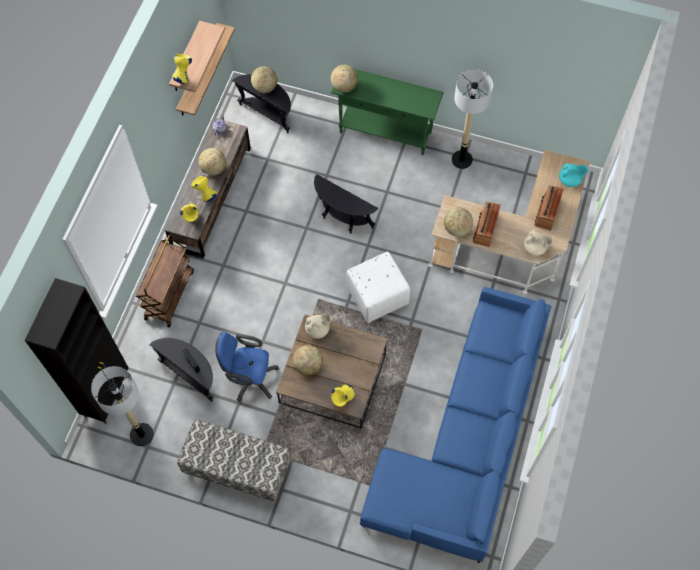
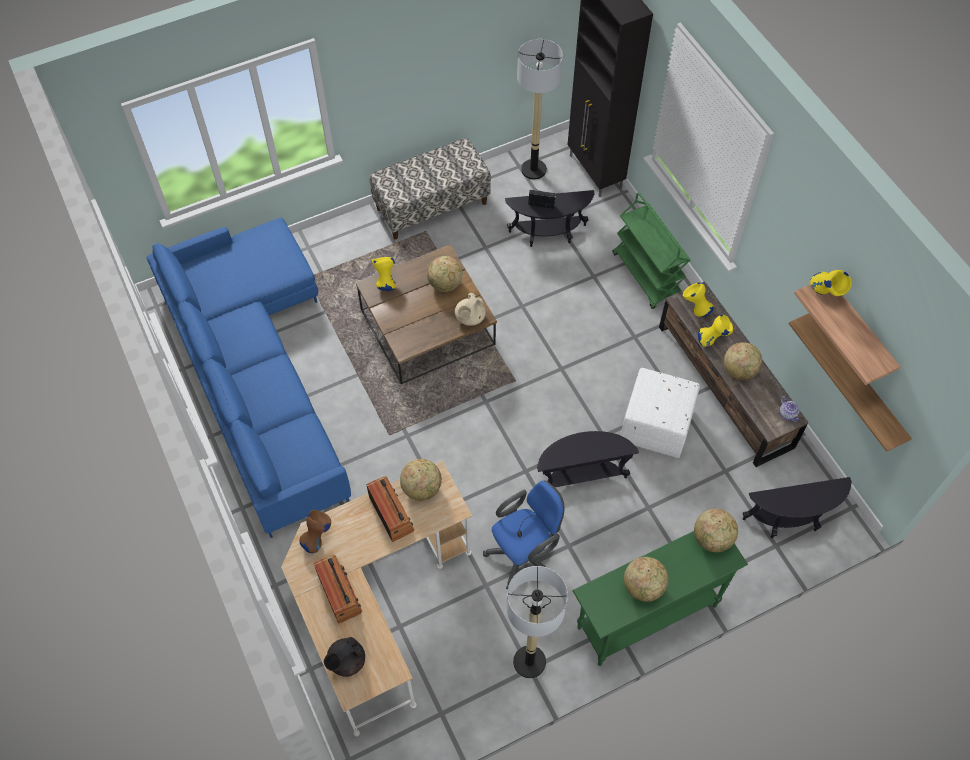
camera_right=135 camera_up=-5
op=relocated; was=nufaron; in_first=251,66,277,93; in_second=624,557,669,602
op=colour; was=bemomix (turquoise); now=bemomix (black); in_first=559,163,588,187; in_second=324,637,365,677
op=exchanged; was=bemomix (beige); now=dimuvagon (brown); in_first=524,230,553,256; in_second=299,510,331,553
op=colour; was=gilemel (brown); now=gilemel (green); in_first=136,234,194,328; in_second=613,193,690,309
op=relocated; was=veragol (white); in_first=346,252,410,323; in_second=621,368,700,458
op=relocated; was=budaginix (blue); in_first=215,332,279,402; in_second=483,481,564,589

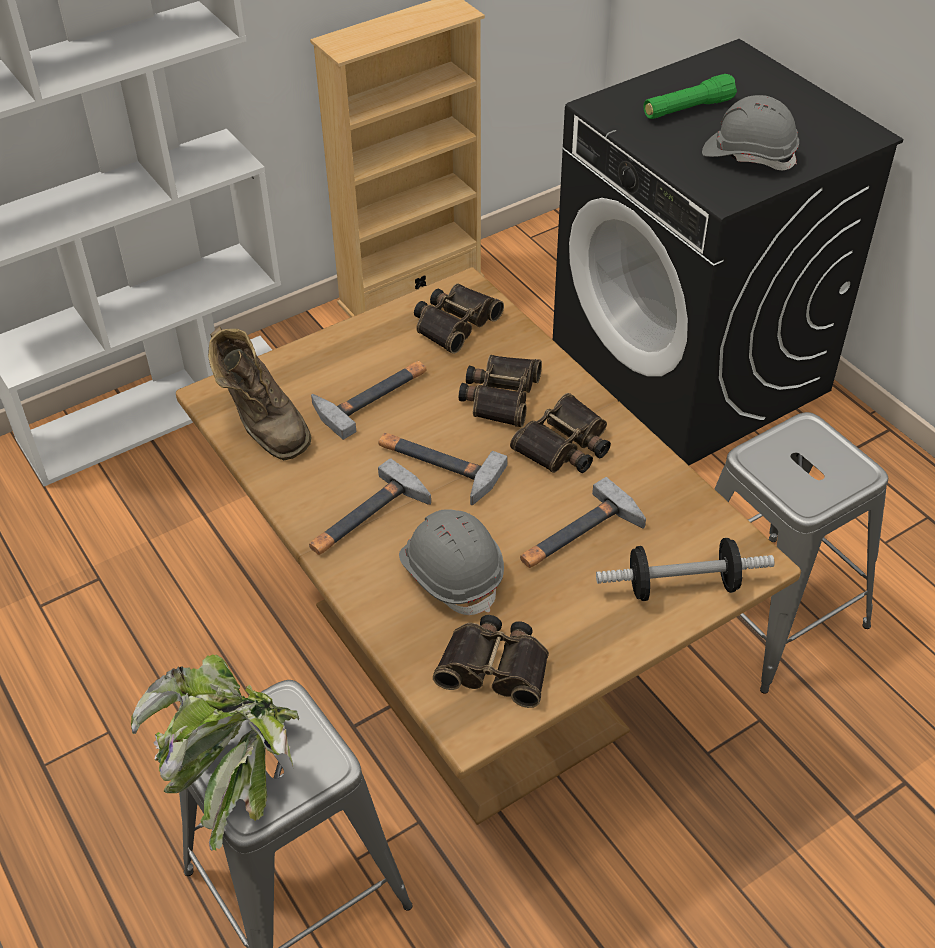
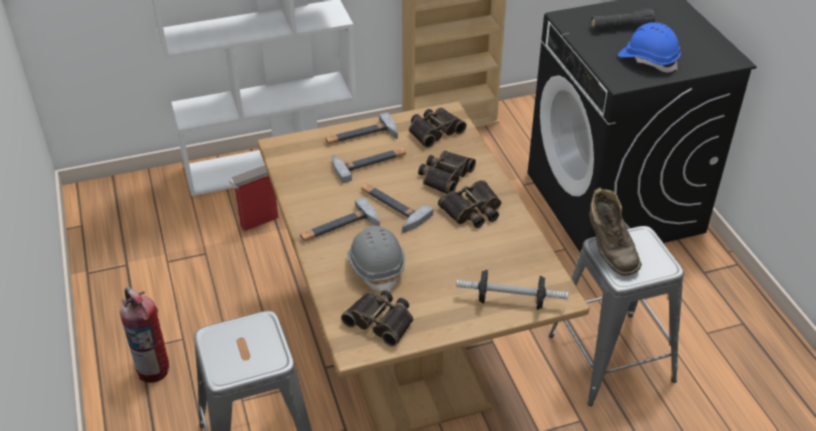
camera_right=15 camera_up=-5
op=colour; was=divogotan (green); now=divogotan (black); in_first=644,74,737,119; in_second=591,9,655,30
op=colour; was=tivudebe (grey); now=tivudebe (blue); in_first=702,95,799,170; in_second=618,22,681,72
op=relocated; was=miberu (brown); in_first=208,327,312,461; in_second=589,187,641,276
op=relocated; was=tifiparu; in_first=520,477,646,568; in_second=325,112,398,144
op=missing; was=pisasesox; in_first=131,654,299,851
op=appeared; now=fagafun; in_second=229,165,278,231
op=appeared; now=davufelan; in_second=120,287,169,383

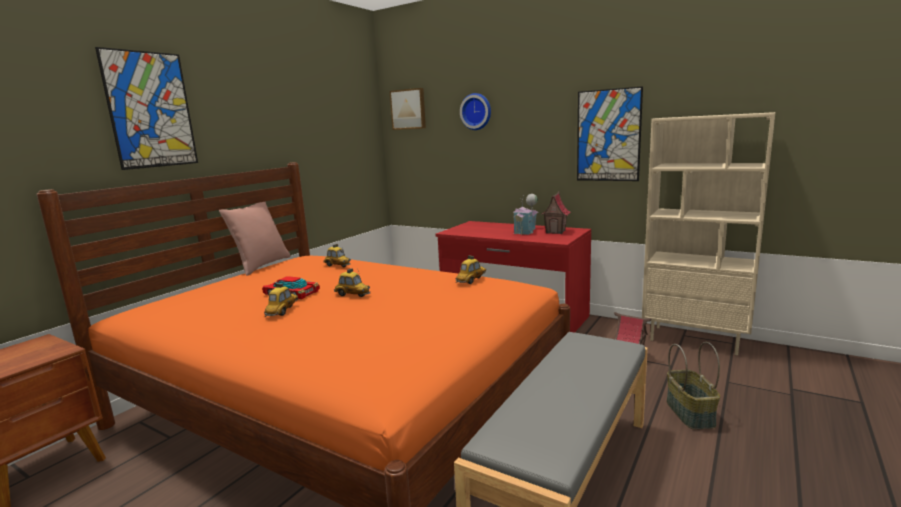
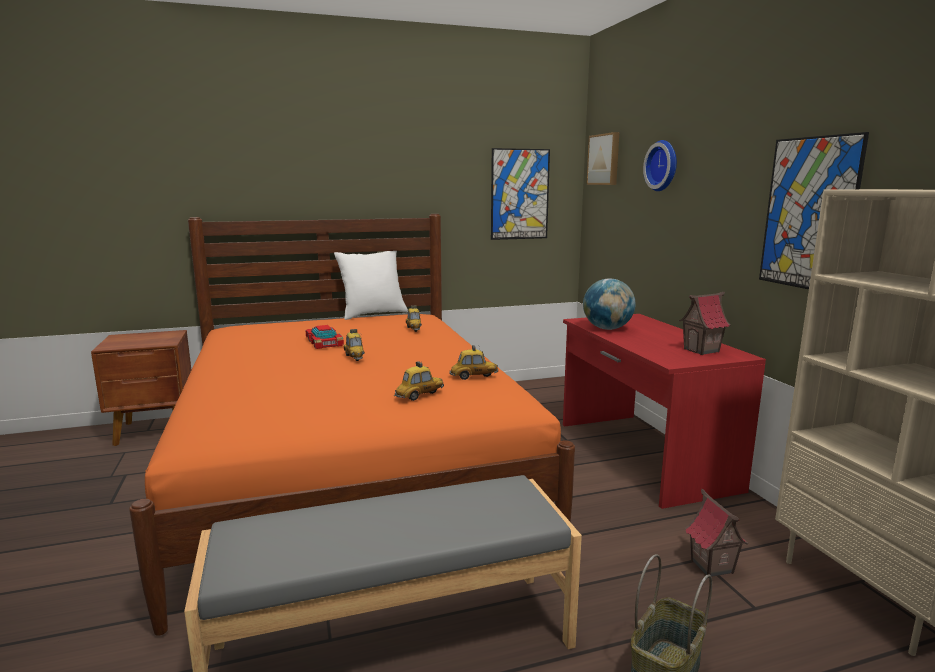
camera_right=40 camera_up=0
op=relocated; was=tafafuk; in_first=95,47,198,170; in_second=491,148,550,240
op=missing; was=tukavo; in_first=514,194,538,235
op=colour; was=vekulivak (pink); now=vekulivak (white); in_first=219,202,290,276; in_second=334,251,408,320
op=relocated; was=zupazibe; in_first=264,283,298,317; in_second=394,361,444,401
op=appeared; now=nufaron; in_second=583,278,635,330

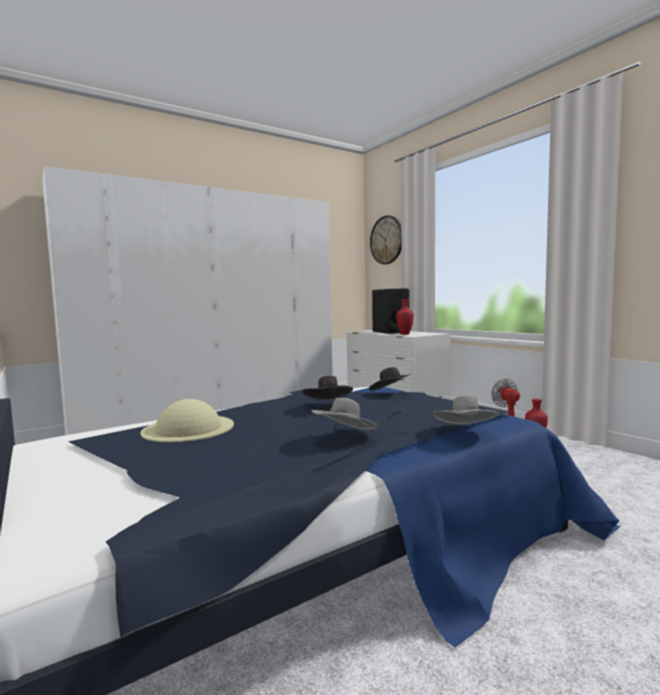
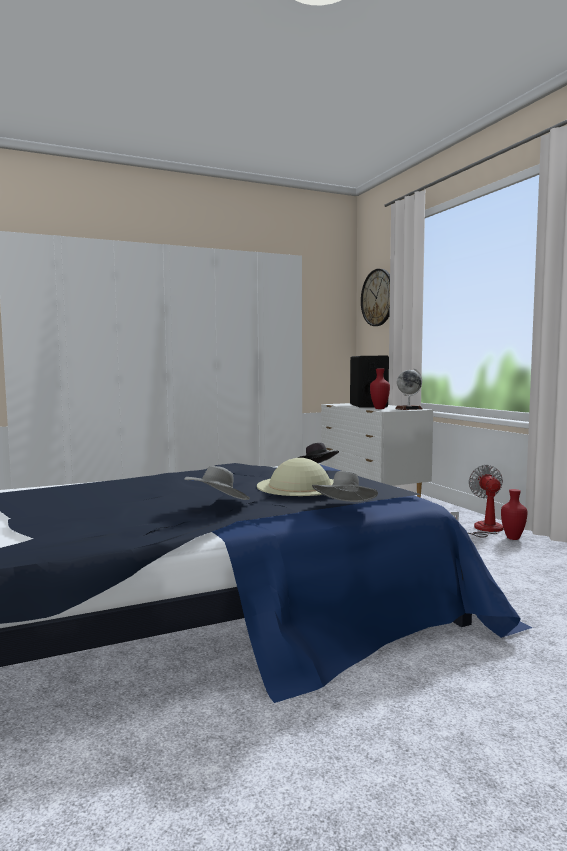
camera_right=10 camera_up=0
op=missing; was=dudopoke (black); in_first=302,376,353,400
op=relocated; was=dudopoke (beige); in_first=141,399,234,443; in_second=257,458,334,496
op=appeared; now=nufaron; in_second=395,368,422,410

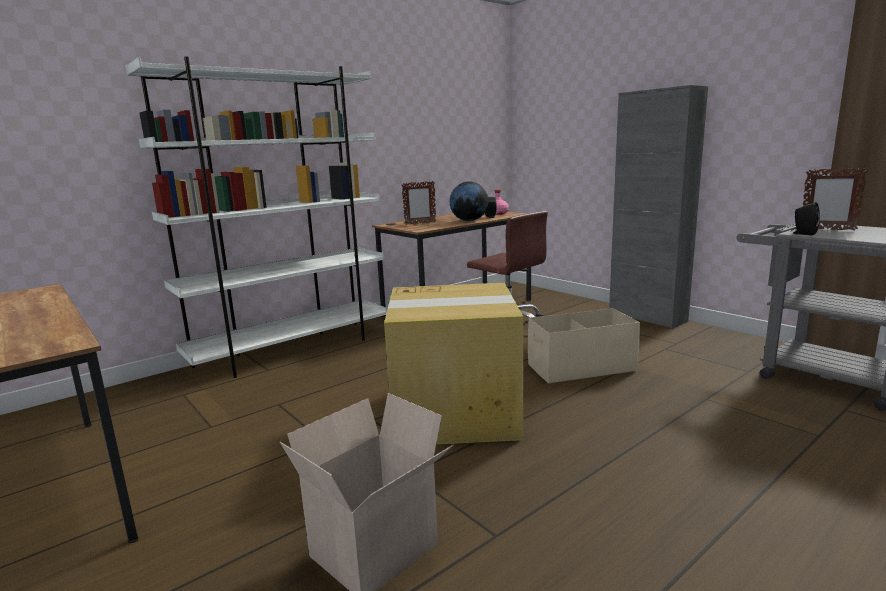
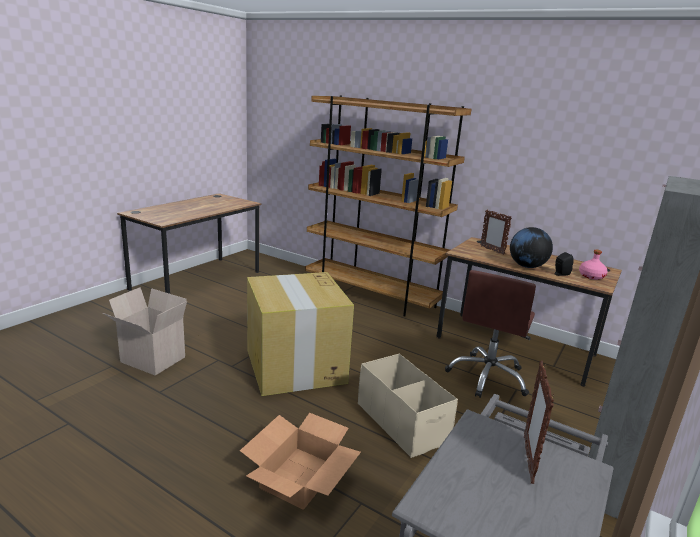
camera_right=70 camera_up=5
op=colour; was=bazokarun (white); now=bazokarun (brown); in_first=125,56,387,378; in_second=305,95,472,317
op=missing; was=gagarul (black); in_first=791,202,820,235
op=appeared; now=fagafun; in_second=240,413,361,510

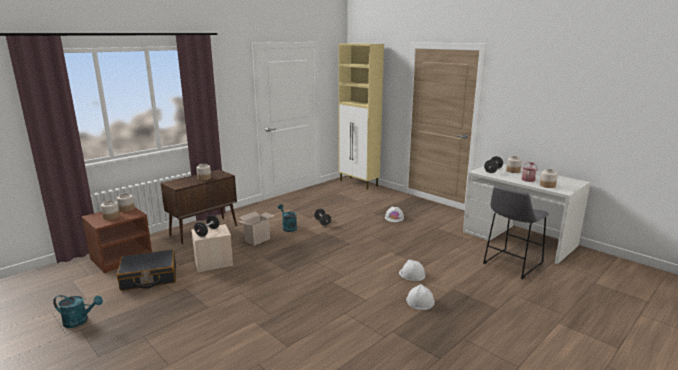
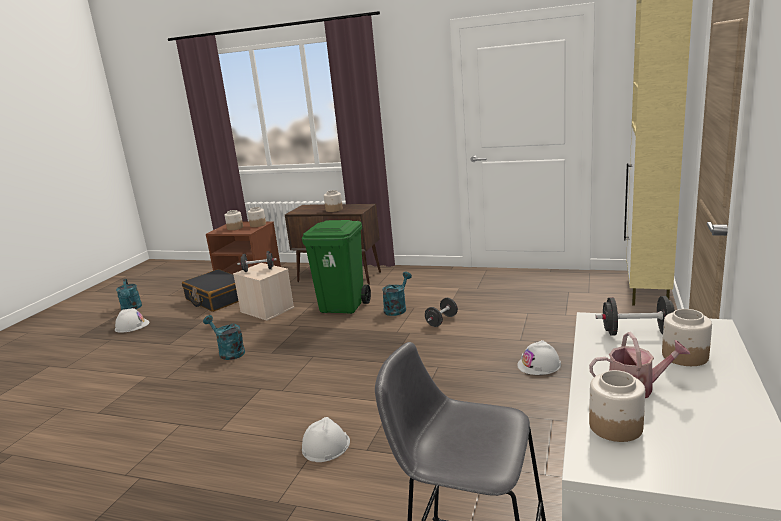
camera_right=65 camera_up=0
op=exchanged; was=fagafun; now=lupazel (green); in_first=239,211,274,246; in_second=302,220,371,314
op=relocated; was=tivudebe (white); in_first=406,284,435,310; in_second=115,308,149,333
op=appeared; now=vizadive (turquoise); in_second=203,315,245,360

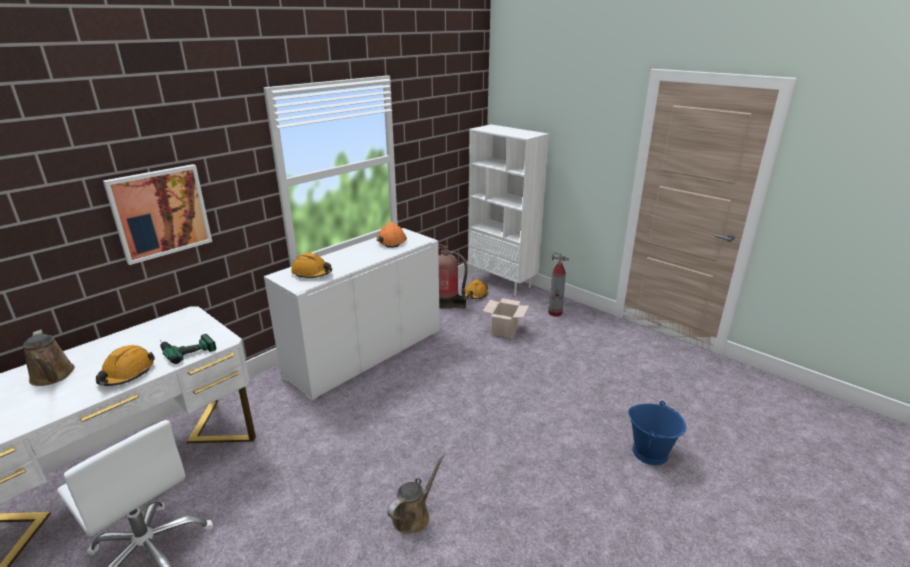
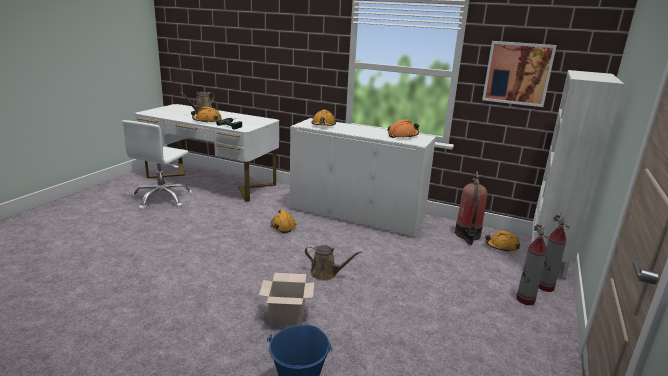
camera_right=70 camera_up=-5
op=relocated; was=tafafuk; in_first=103,164,212,265; in_second=482,41,557,107
op=relocated; was=fagafun; in_first=483,298,529,338; in_second=259,273,314,325
op=relocated; was=vizadive (brown); in_first=387,453,446,534; in_second=305,245,362,281
op=appeared; now=tivudebe (orange); in_second=271,210,296,233
op=appeared; now=davufelan; in_second=539,213,570,292

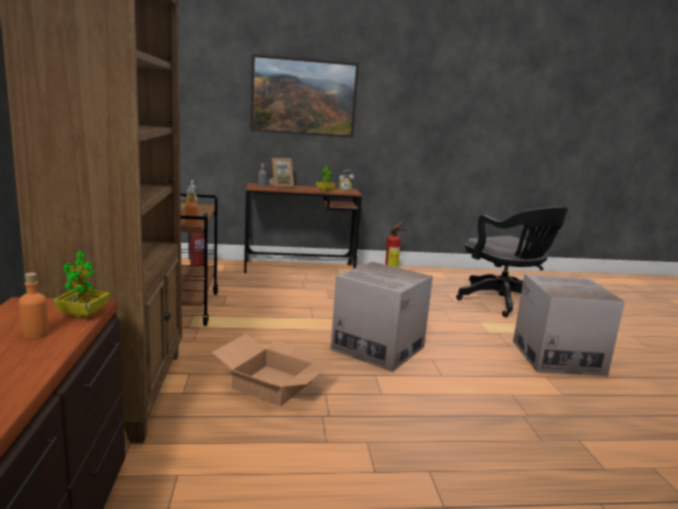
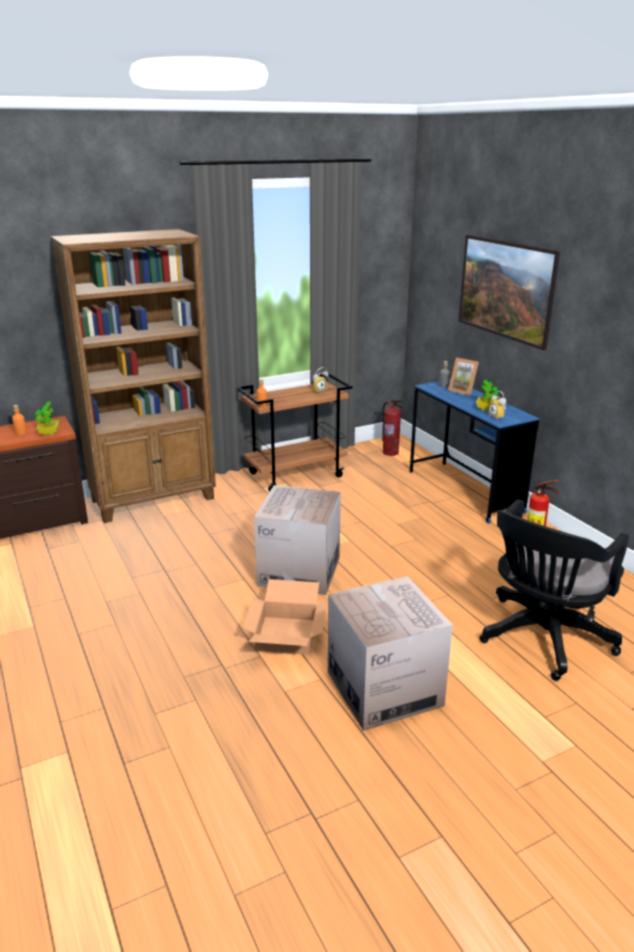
camera_right=70 camera_up=10
op=colour; was=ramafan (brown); now=ramafan (blue); in_first=244,183,362,273; in_second=410,379,539,524
op=relocated; was=fagafun; in_first=211,333,335,406; in_second=243,579,328,655

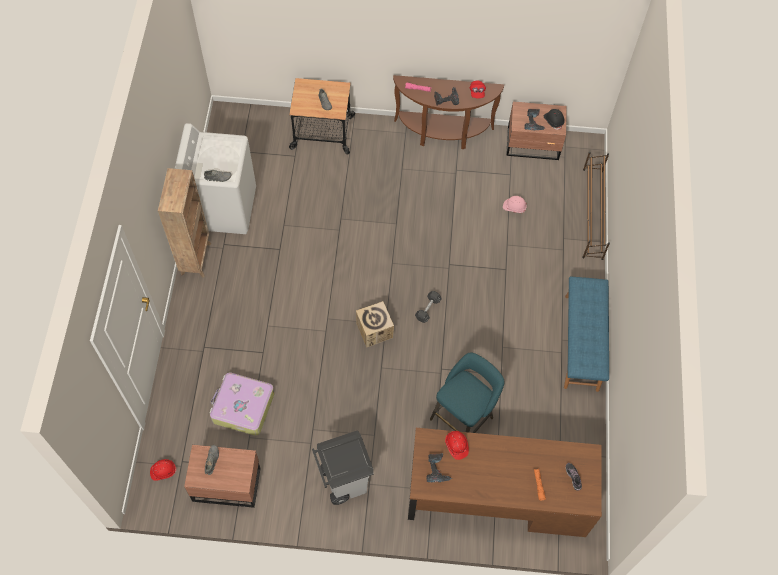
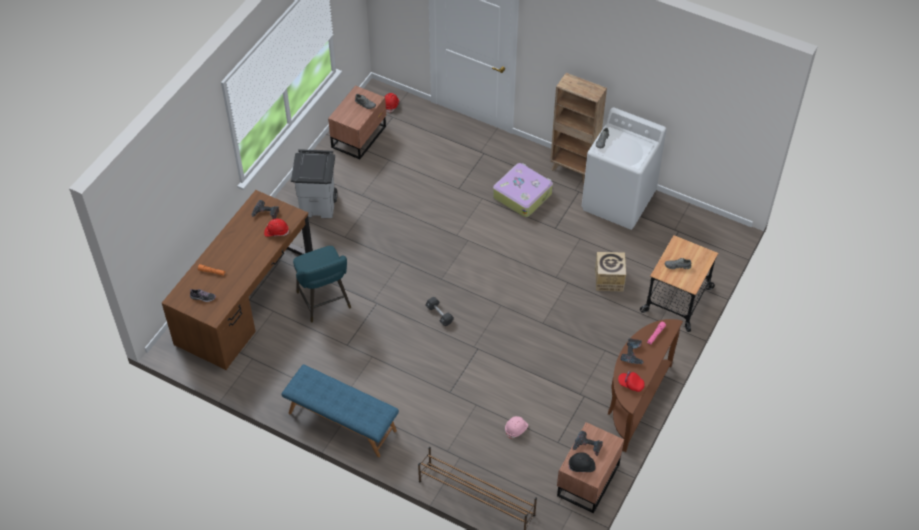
camera_right=115 camera_up=-10
op=relocated; was=fagafun; in_first=356,301,394,348; in_second=595,252,626,292
op=relocated; was=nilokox; in_first=209,372,275,436; in_second=493,163,553,217

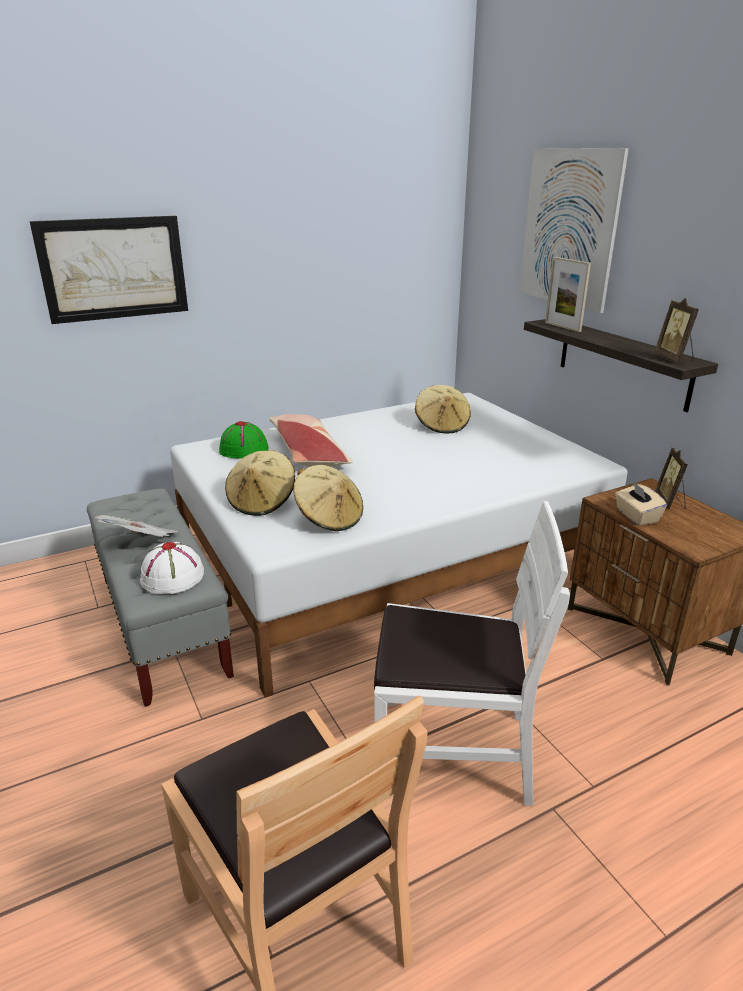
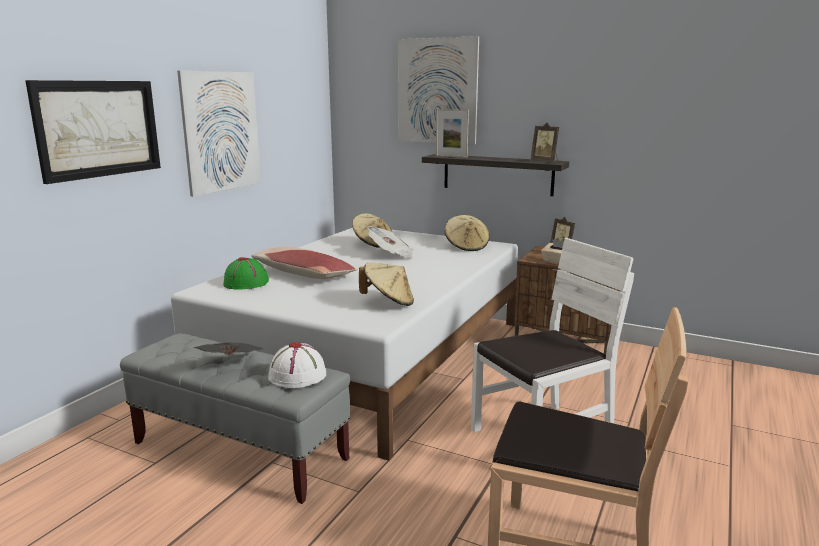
camera_right=-35 camera_up=-10
op=relocated; was=dudopoke (beige); in_first=225,450,295,516; in_second=445,215,490,251
op=appeared; now=tafafuk; in_second=177,71,261,197
op=appeared; now=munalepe; in_second=368,226,413,259

